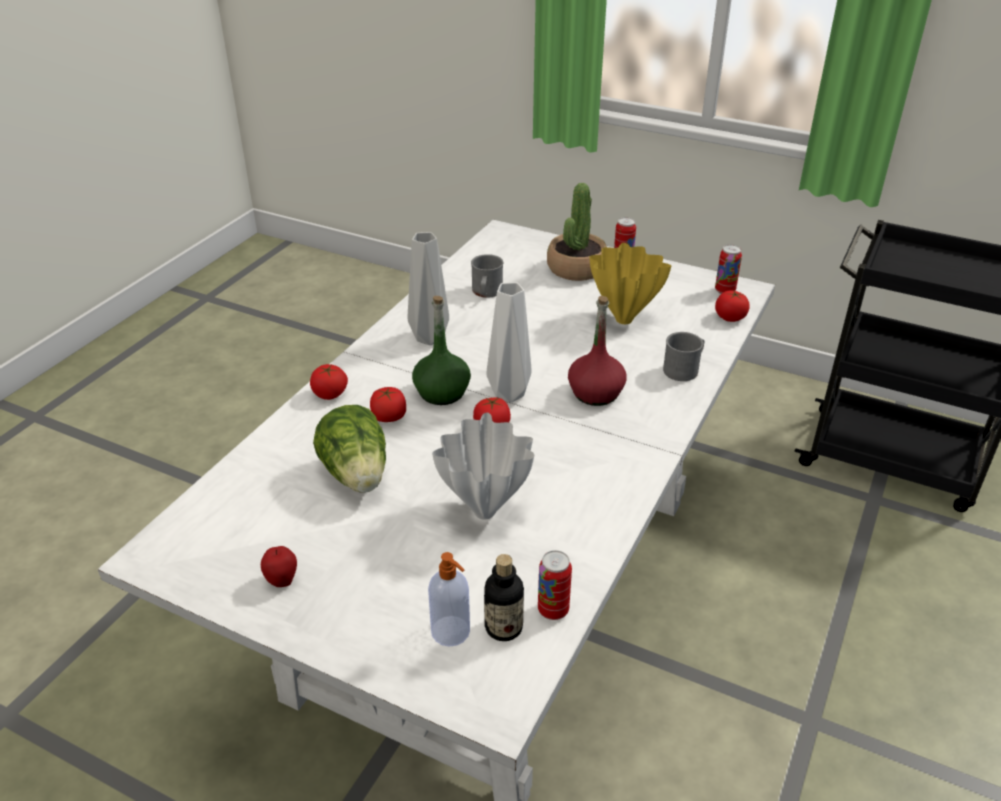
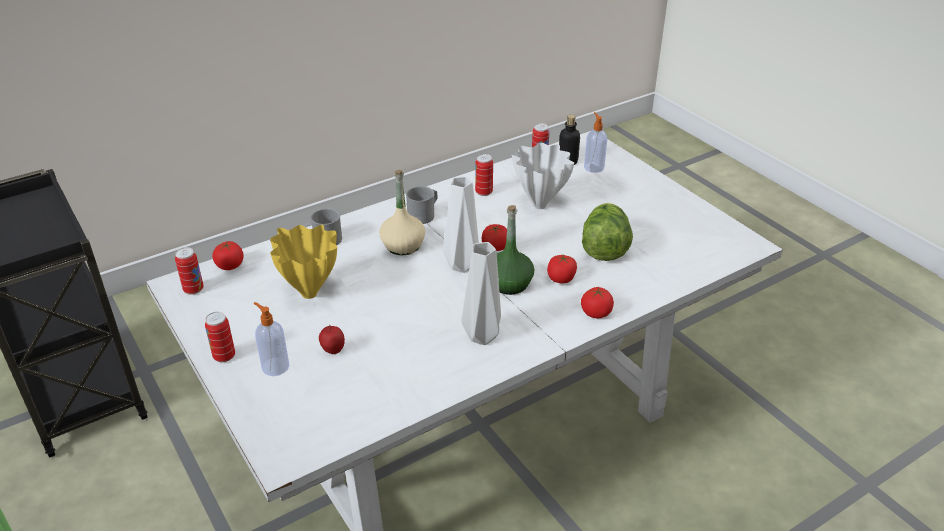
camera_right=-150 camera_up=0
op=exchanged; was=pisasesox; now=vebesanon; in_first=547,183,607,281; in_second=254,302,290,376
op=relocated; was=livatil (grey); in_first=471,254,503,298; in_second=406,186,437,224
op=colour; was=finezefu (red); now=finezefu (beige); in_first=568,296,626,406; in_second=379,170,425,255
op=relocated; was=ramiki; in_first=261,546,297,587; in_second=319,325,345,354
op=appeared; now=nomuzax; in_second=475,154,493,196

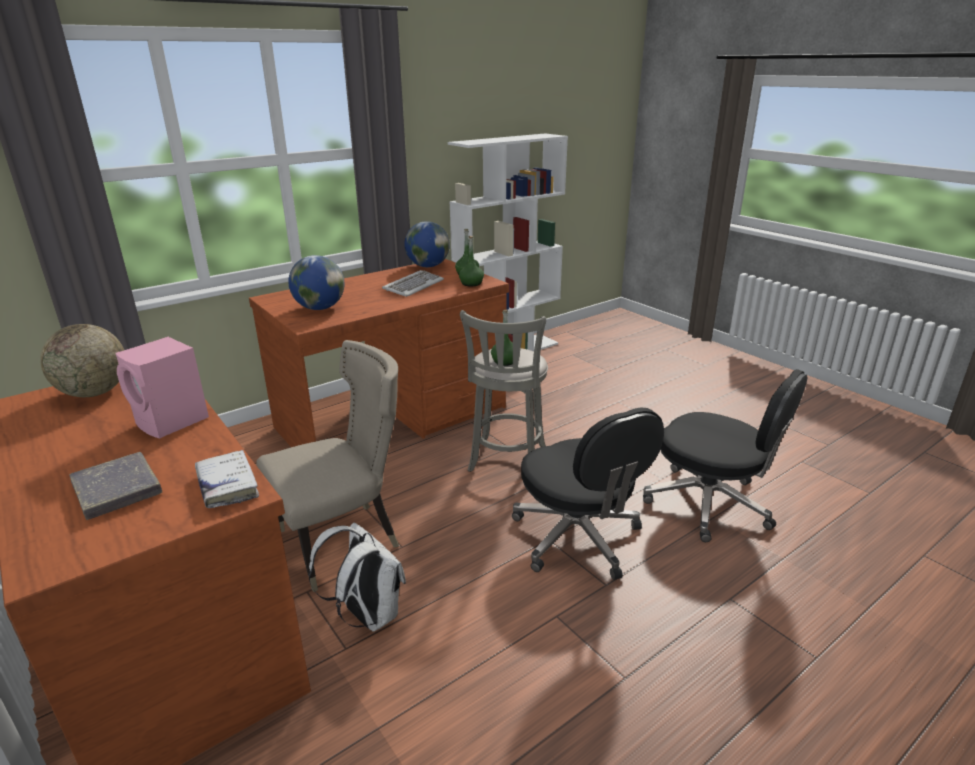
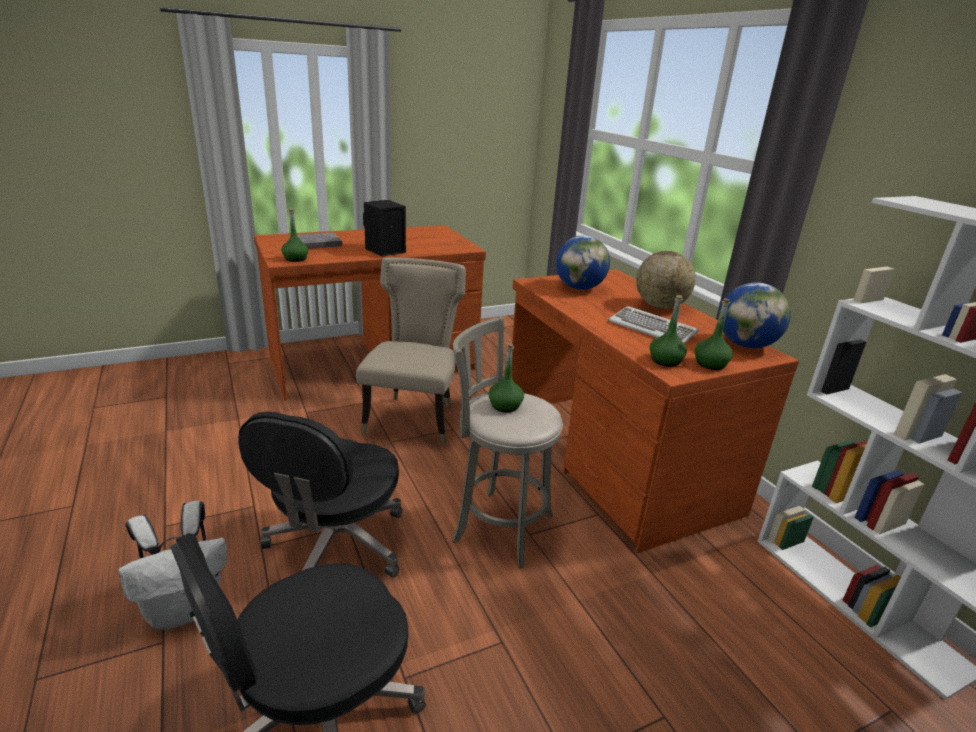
camera_right=100 camera_up=0
op=relocated; was=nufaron; in_first=40,324,124,397; in_second=636,251,696,309
op=colour; was=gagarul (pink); now=gagarul (black); in_first=116,337,209,439; in_second=363,200,406,257
op=spun; was=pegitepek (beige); in_first=257,340,399,592; in_second=356,257,466,445; clockwise=-150
op=spun; was=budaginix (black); in_first=512,408,664,580; in_second=238,411,403,578; clockwise=-60
op=exchanged; was=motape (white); now=finezefu (green); in_first=195,450,259,508; in_second=281,208,309,262
op=relocated; was=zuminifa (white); in_first=308,523,406,632; in_second=118,501,227,630

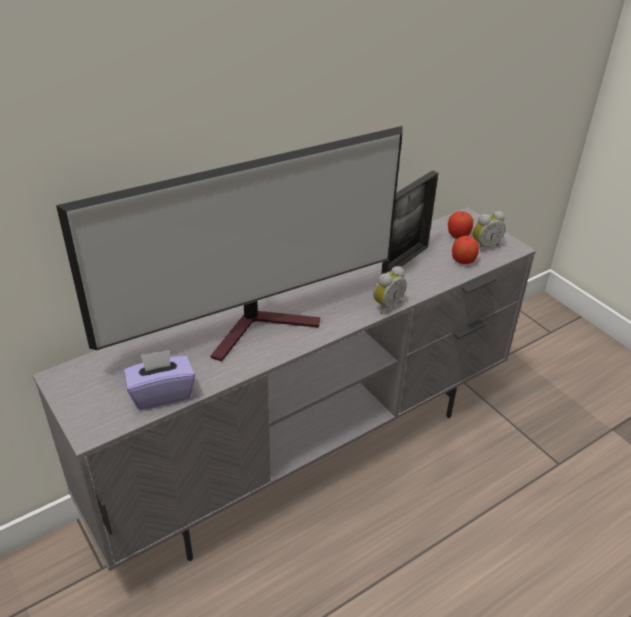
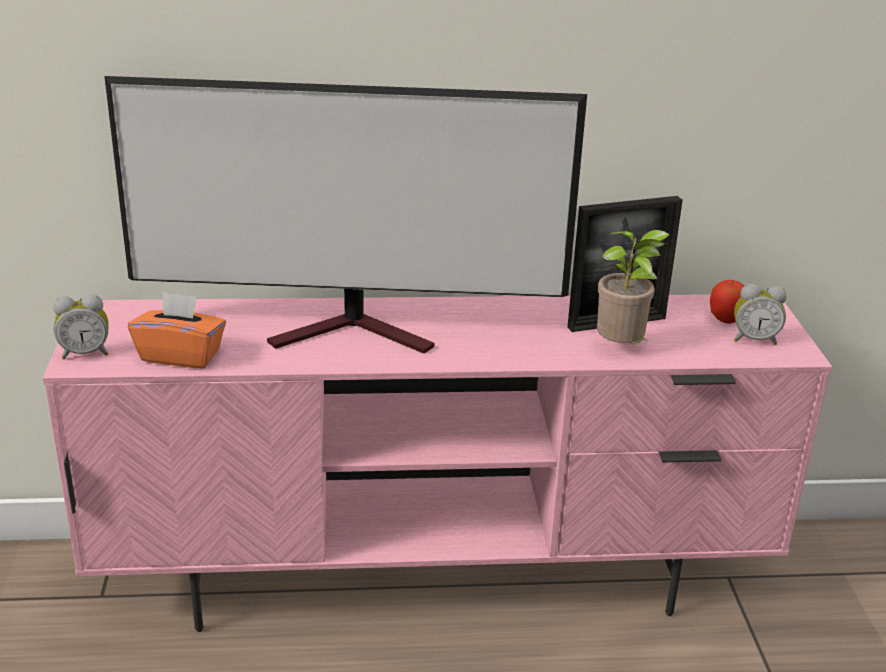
camera_right=30 camera_up=-10
op=colour; was=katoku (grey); now=katoku (pink); in_first=33,207,536,571; in_second=42,294,832,632
op=missing; was=ramiki; in_first=452,236,479,264
op=relocated; was=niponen; in_first=373,266,407,314; in_second=53,294,108,359
op=colour; was=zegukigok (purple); now=zegukigok (orange); in_first=124,350,195,410; in_second=128,292,226,368
op=appeared; now=pisasesox; in_second=597,230,669,344

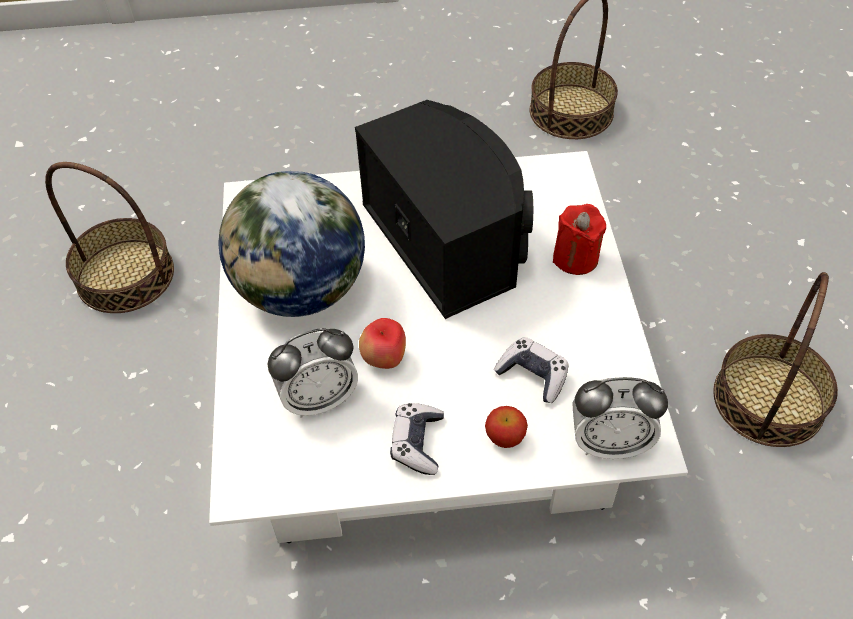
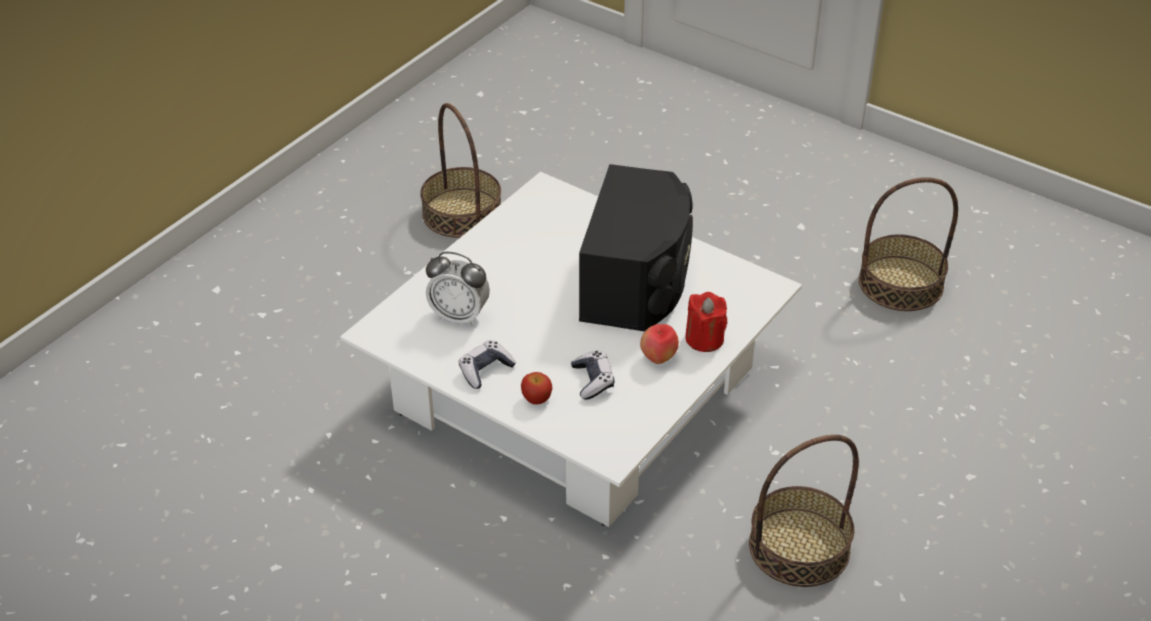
camera_right=40 camera_up=-10
op=missing; was=nufaron; in_first=218,171,365,317
op=relocated; was=ramiki; in_first=359,318,406,369; in_second=640,324,679,364
op=missing; was=niponen; in_first=572,377,668,459

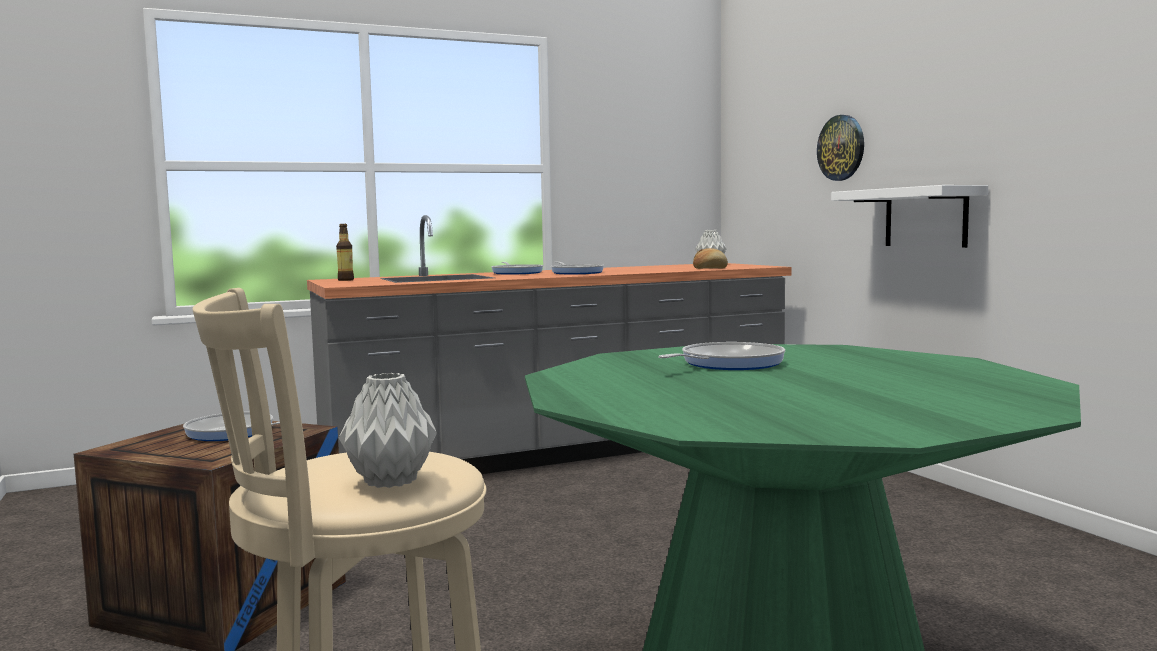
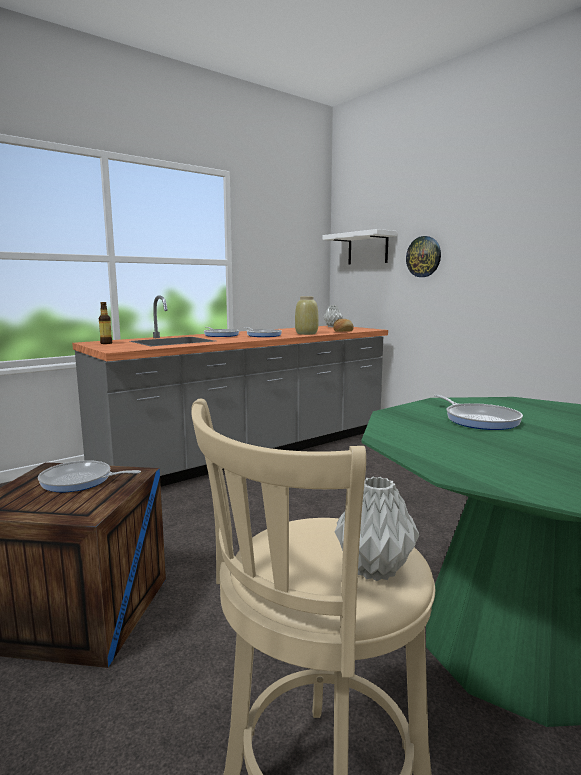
camera_right=-15 camera_up=5
op=relocated; was=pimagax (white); in_first=831,185,988,248; in_second=323,229,397,265
op=spun; was=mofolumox; in_first=658,342,785,370; in_second=434,395,523,430; clockwise=120
op=appeared; now=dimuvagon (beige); in_second=295,296,319,335

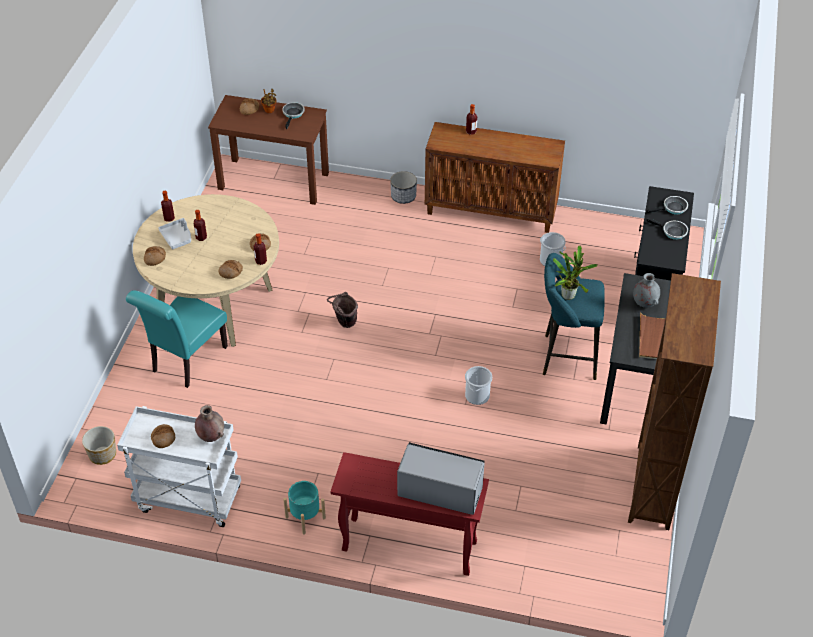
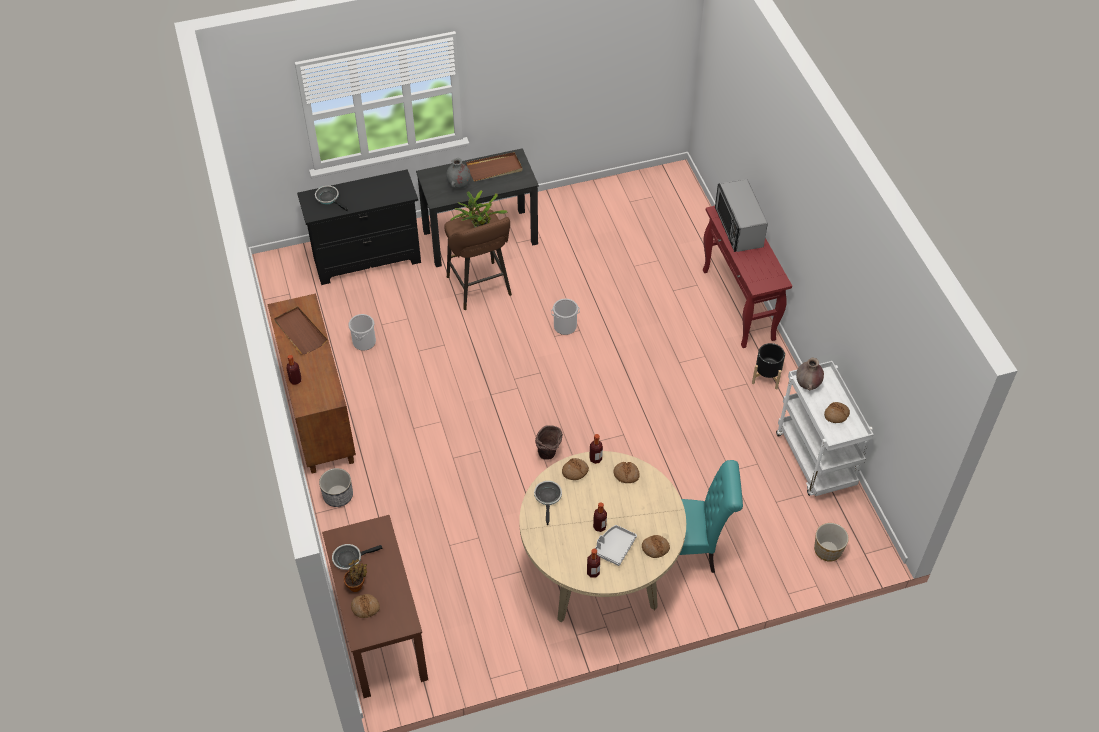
camera_right=-120 camera_up=5
op=relocated; was=mofolumox; in_first=646,217,688,240; in_second=534,481,562,525
op=colour; was=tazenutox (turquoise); now=tazenutox (brown); in_first=543,253,605,380; in_second=445,209,512,310
op=missing; was=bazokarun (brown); in_first=628,273,721,530
op=colour; was=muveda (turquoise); now=muveda (black); in_first=283,481,326,535; in_second=752,343,786,389
op=appeared; now=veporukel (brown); in_second=274,306,328,355

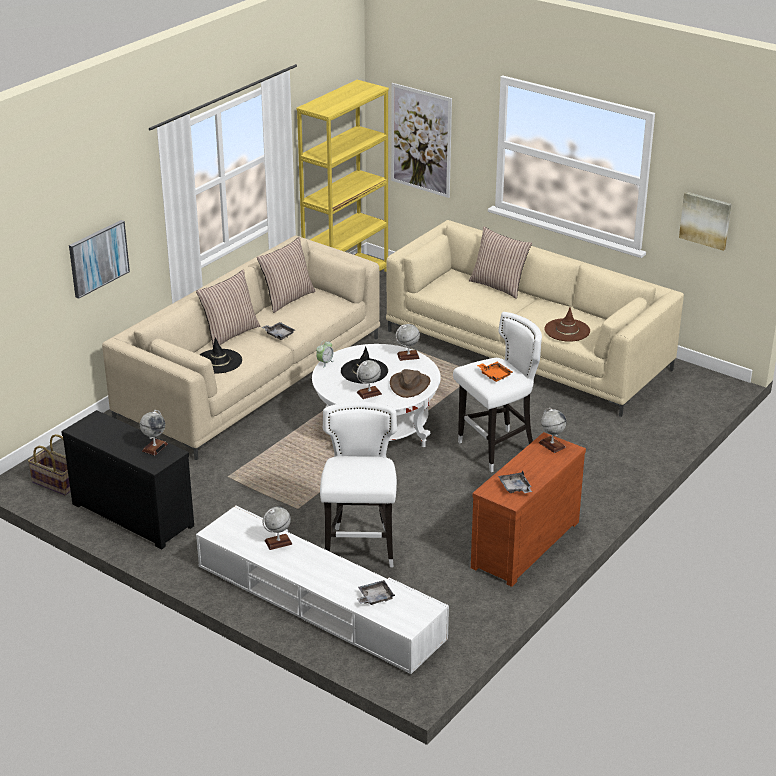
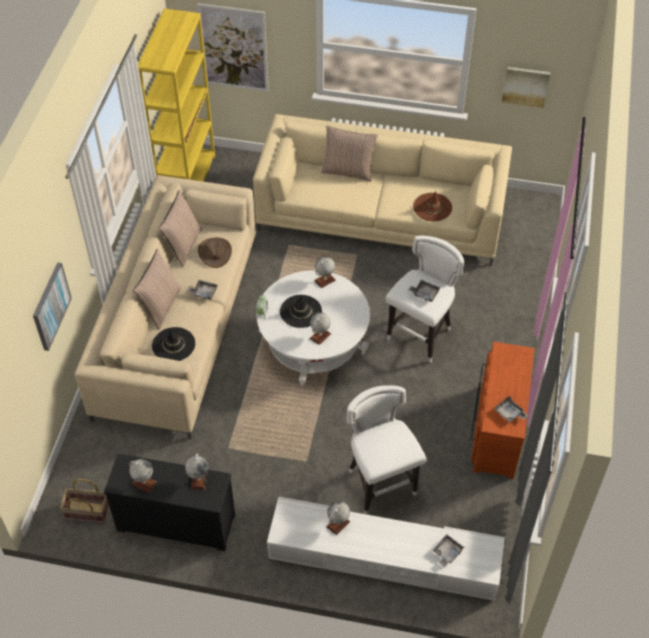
camera_right=-25 camera_up=20
op=colour; was=veporukel (orange); now=veporukel (grey); in_first=477,362,513,382; in_second=409,280,440,302
op=relocated; was=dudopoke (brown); in_first=390,369,430,398; in_second=198,238,232,268
op=relocated; was=nufaron; in_first=539,408,566,453; in_second=129,459,157,493

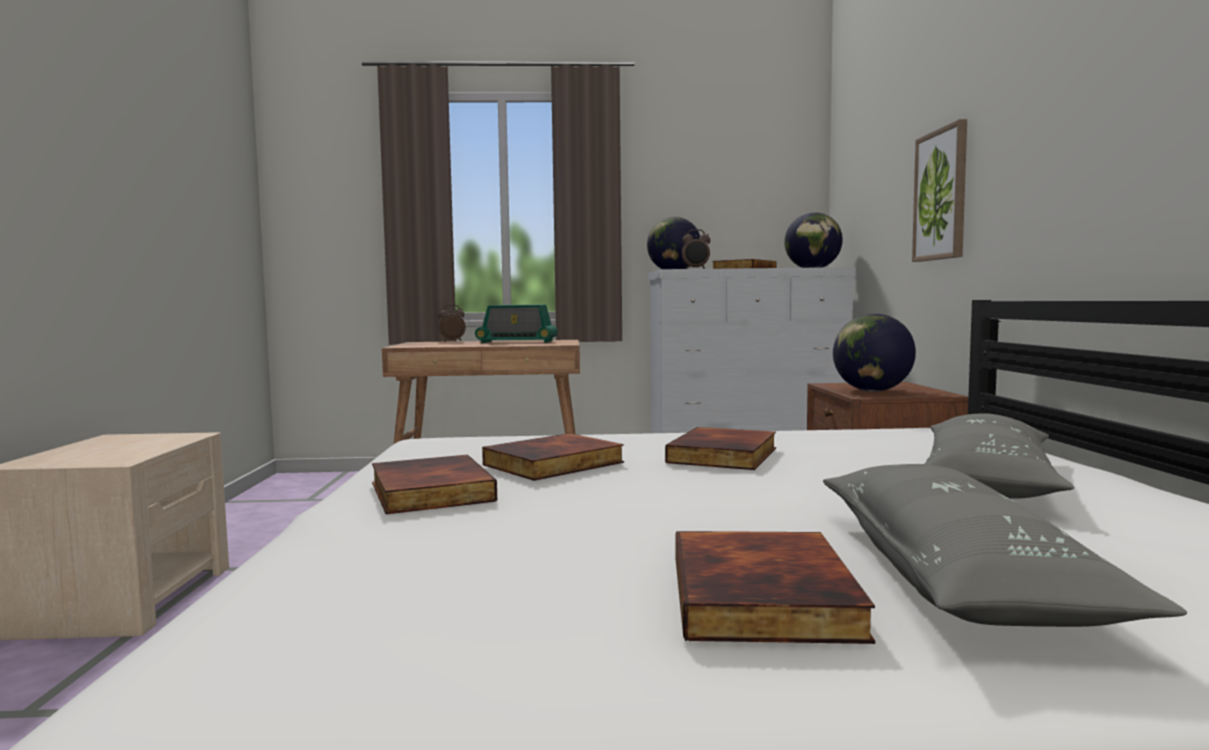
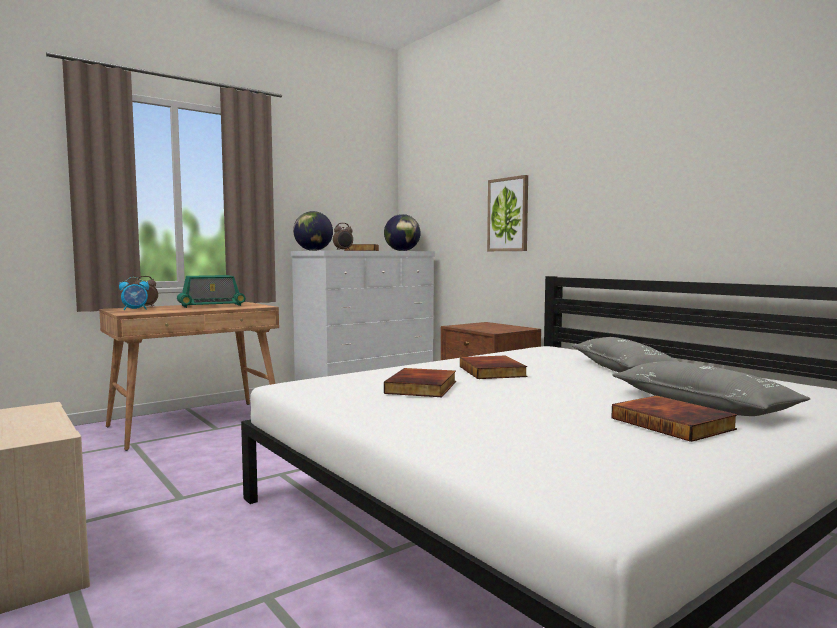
camera_right=-35 camera_up=0
op=missing; was=nufaron; in_first=833,314,916,392
op=missing; was=motape; in_first=372,455,497,514
op=appeared; now=niponen; in_second=119,277,149,310

